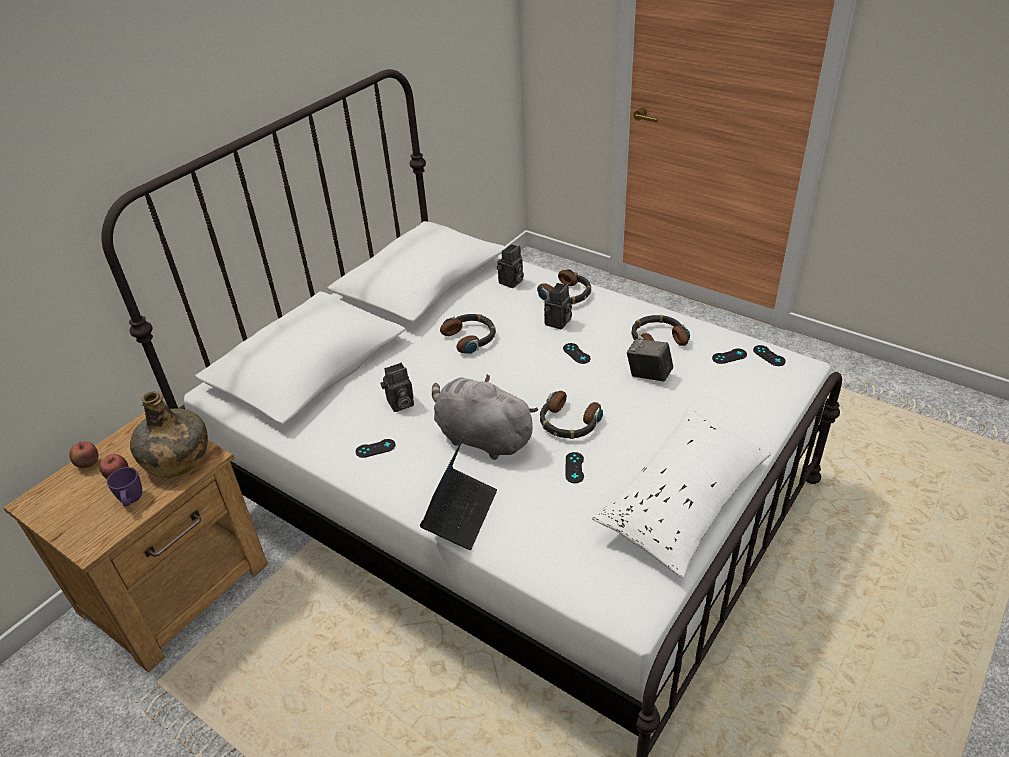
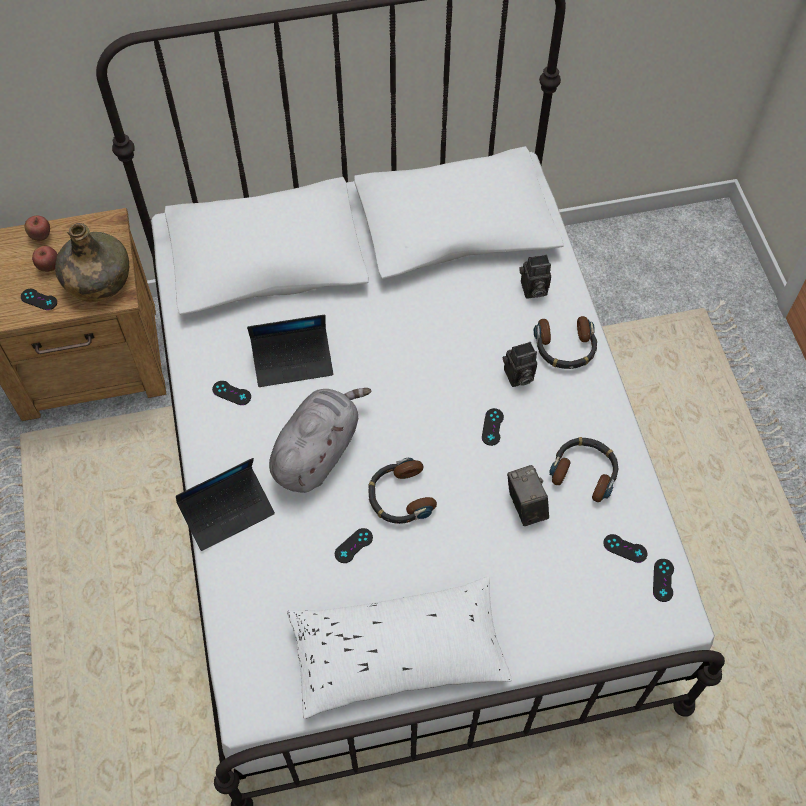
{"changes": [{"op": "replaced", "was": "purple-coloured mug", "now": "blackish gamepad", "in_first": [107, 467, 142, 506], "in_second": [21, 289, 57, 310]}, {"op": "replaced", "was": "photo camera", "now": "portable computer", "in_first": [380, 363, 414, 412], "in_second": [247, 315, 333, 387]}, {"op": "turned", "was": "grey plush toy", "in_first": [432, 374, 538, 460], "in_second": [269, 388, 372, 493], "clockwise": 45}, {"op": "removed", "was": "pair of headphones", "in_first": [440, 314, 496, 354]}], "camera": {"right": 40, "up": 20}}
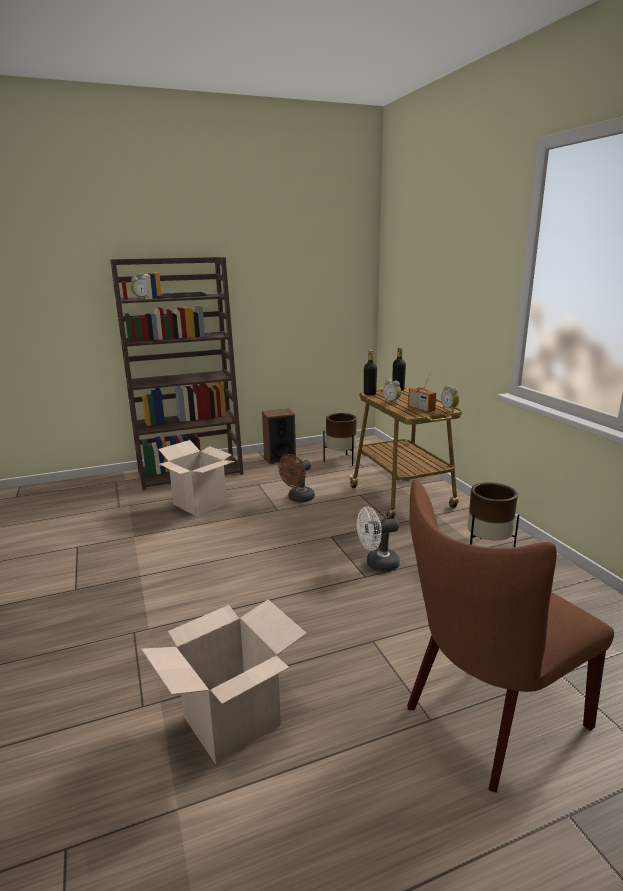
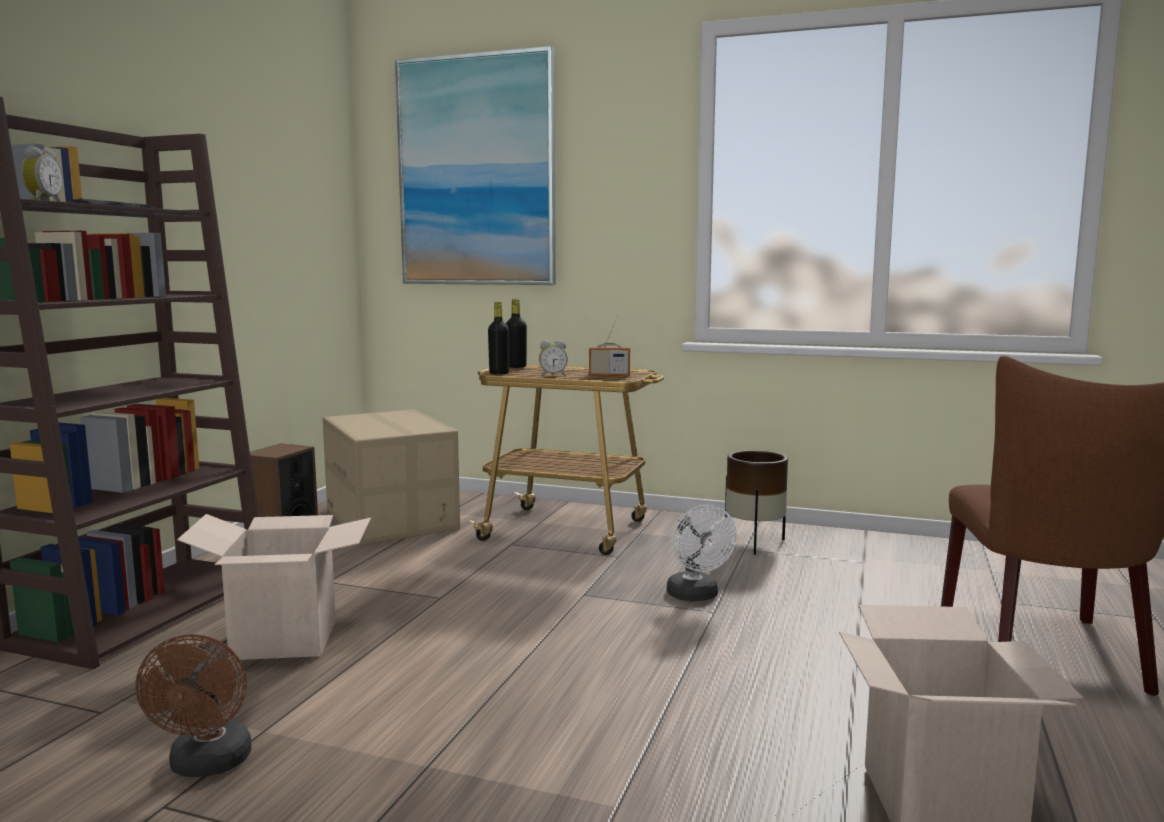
{"changes": [{"op": "moved", "was": "brownish electric fan", "in_first": [278, 454, 315, 503], "in_second": [135, 634, 252, 777]}, {"op": "replaced", "was": "brownish flower pot", "now": "carton", "in_first": [323, 413, 357, 466], "in_second": [323, 409, 460, 545]}, {"op": "turned", "was": "white-coloured electric fan", "in_first": [357, 507, 400, 572], "in_second": [667, 505, 737, 602], "clockwise": -45}, {"op": "removed", "was": "bedside clock", "in_first": [441, 385, 459, 412]}, {"op": "added", "now": "wall art", "in_second": [395, 46, 556, 285]}], "camera": {"right": -50, "up": -10}}
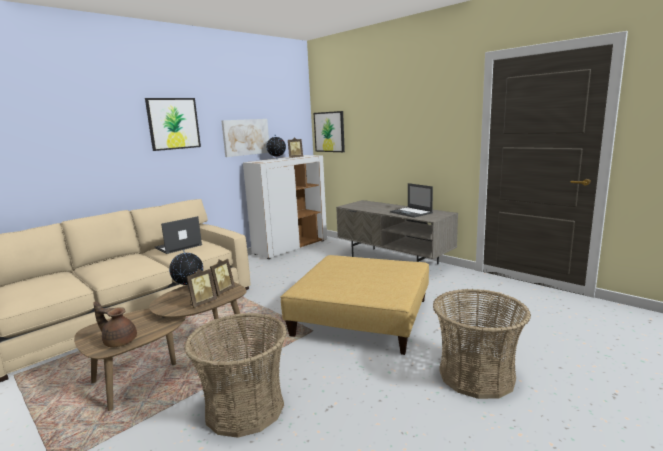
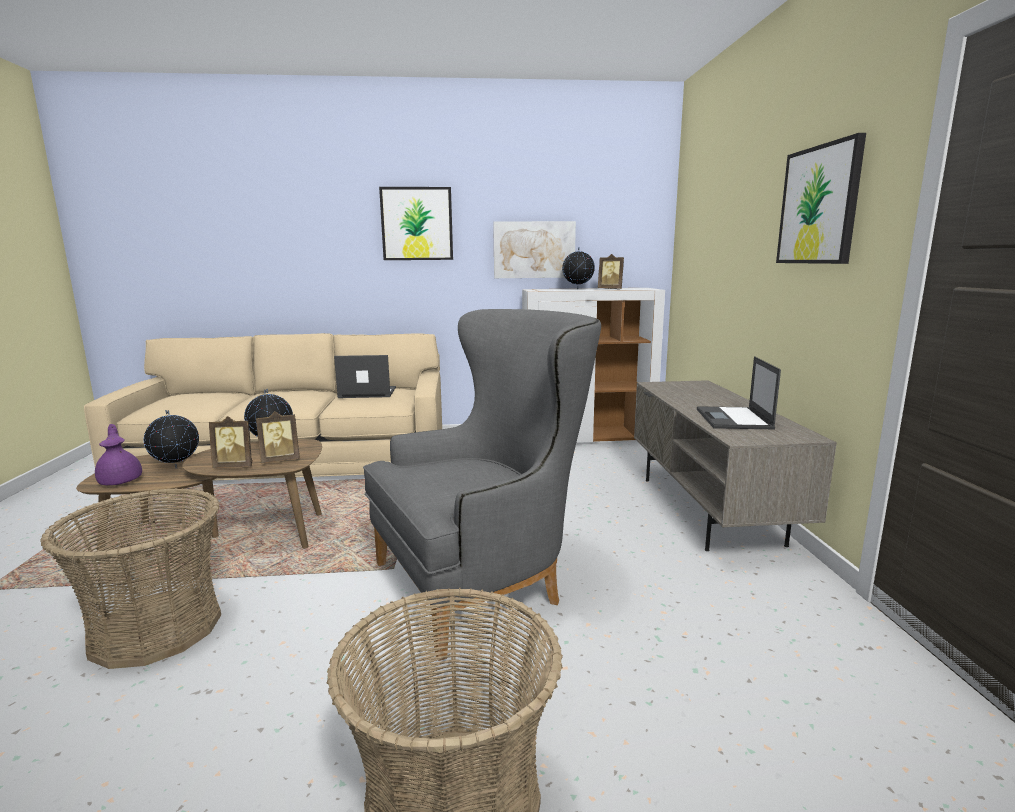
{"changes": [{"op": "recoloured", "was": "brownish tea pot", "now": "purple-coloured tea pot", "in_first": [93, 301, 137, 347], "in_second": [95, 424, 142, 485]}, {"op": "replaced", "was": "beige-coloured footrest", "now": "grey armchair", "in_first": [280, 255, 429, 355], "in_second": [363, 309, 601, 661]}, {"op": "moved", "was": "wall art", "in_first": [314, 111, 345, 152], "in_second": [776, 133, 866, 264]}, {"op": "added", "now": "globe", "in_second": [144, 410, 199, 469]}], "camera": {"right": 40, "up": 0}}
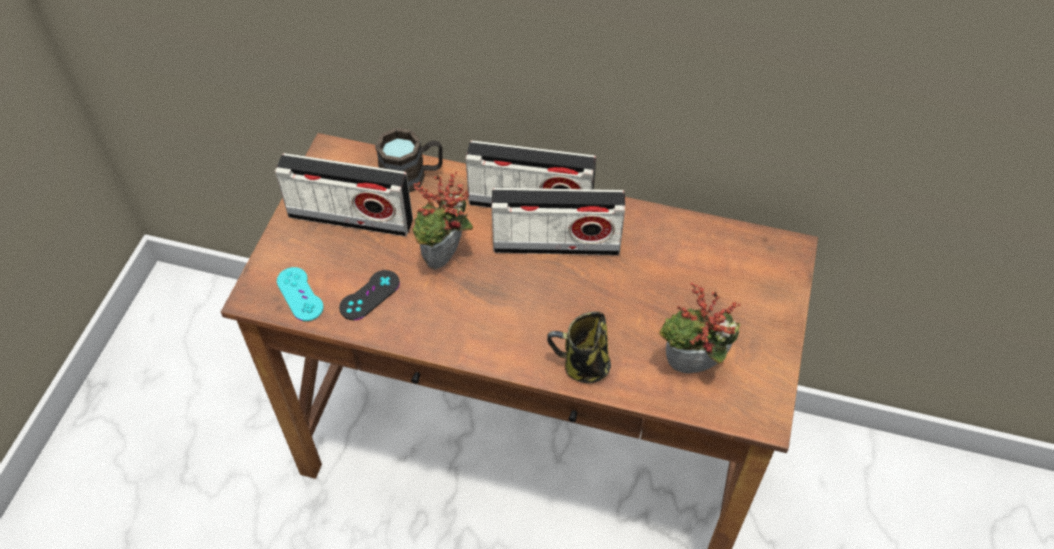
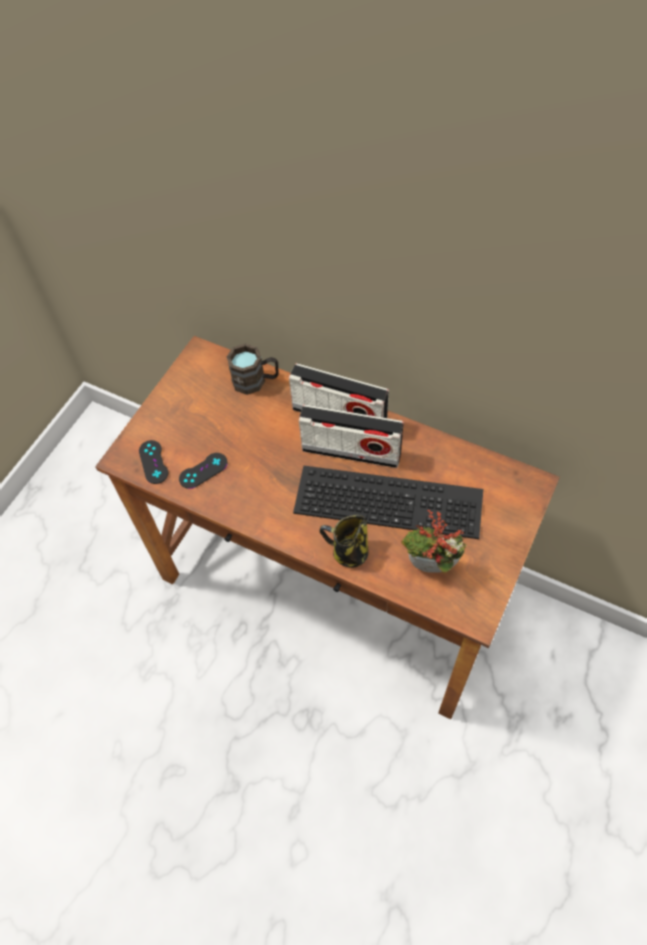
{"changes": [{"op": "removed", "was": "radio set", "in_first": [275, 153, 413, 237]}, {"op": "recoloured", "was": "turquoise gamepad", "now": "blackish gamepad", "in_first": [277, 267, 324, 321], "in_second": [139, 440, 168, 484]}, {"op": "removed", "was": "houseplant", "in_first": [412, 171, 473, 270]}, {"op": "added", "now": "PC keyboard", "in_second": [293, 466, 483, 539]}], "camera": {"right": 15, "up": 5}}
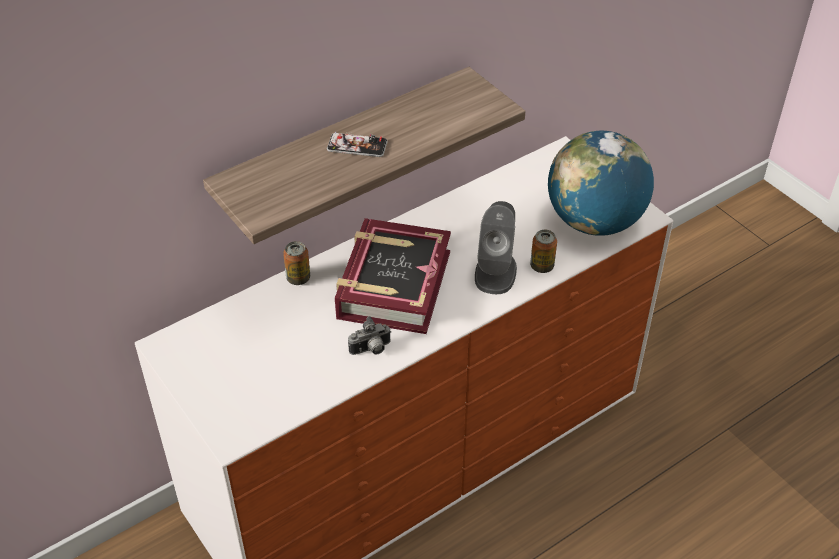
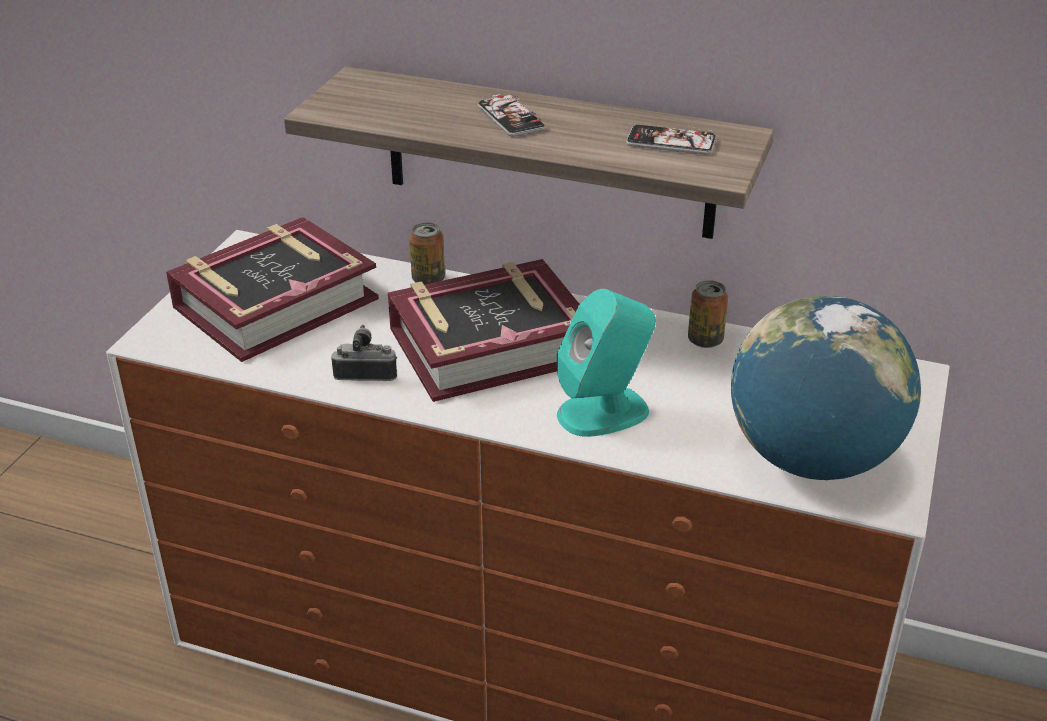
{"changes": [{"op": "turned", "was": "photo camera", "in_first": [348, 316, 391, 355], "in_second": [332, 325, 397, 381], "clockwise": 150}, {"op": "recoloured", "was": "grey speaker", "now": "turquoise speaker", "in_first": [475, 201, 517, 294], "in_second": [557, 289, 656, 437]}, {"op": "moved", "was": "can", "in_first": [530, 230, 557, 273], "in_second": [688, 280, 728, 348]}, {"op": "added", "now": "bound book", "in_second": [166, 217, 379, 362]}, {"op": "added", "now": "handset", "in_second": [626, 123, 716, 155]}], "camera": {"right": 55, "up": -10}}
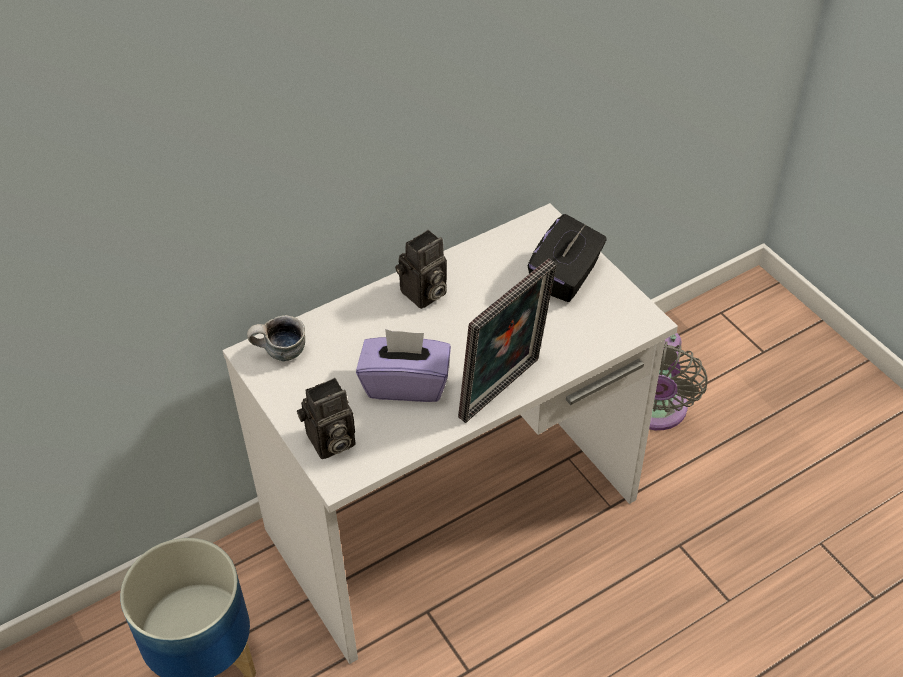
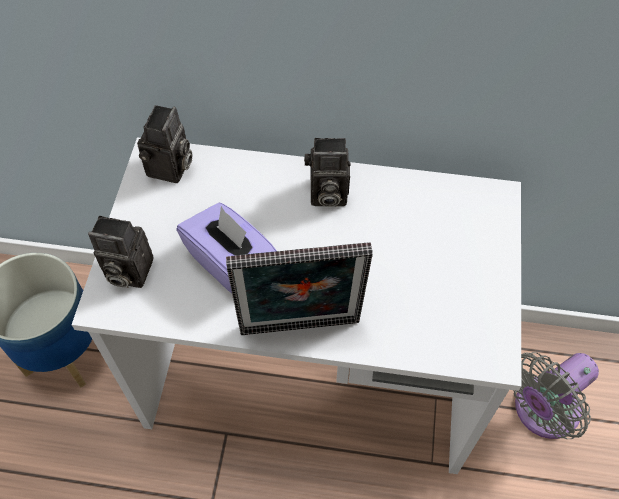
{"changes": [{"op": "replaced", "was": "mug", "now": "photo camera", "in_first": [247, 315, 305, 361], "in_second": [137, 105, 192, 183]}, {"op": "removed", "was": "blackish tissue box", "in_first": [528, 214, 607, 302]}], "camera": {"right": 40, "up": 10}}
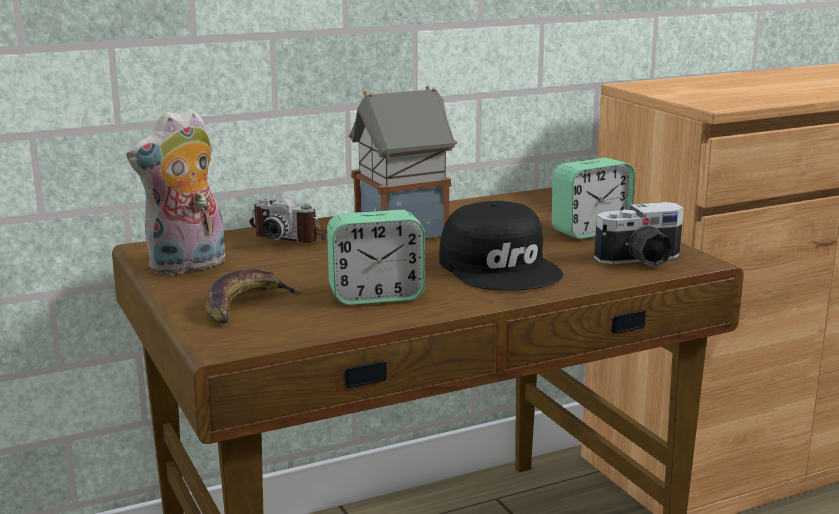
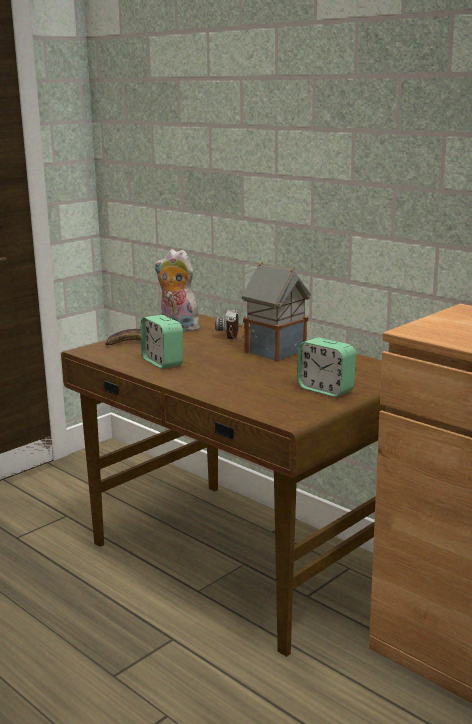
{"changes": [{"op": "removed", "was": "blackish baseball cap", "in_first": [439, 201, 563, 291]}, {"op": "removed", "was": "photo camera", "in_first": [594, 202, 684, 267]}], "camera": {"right": 70, "up": 0}}
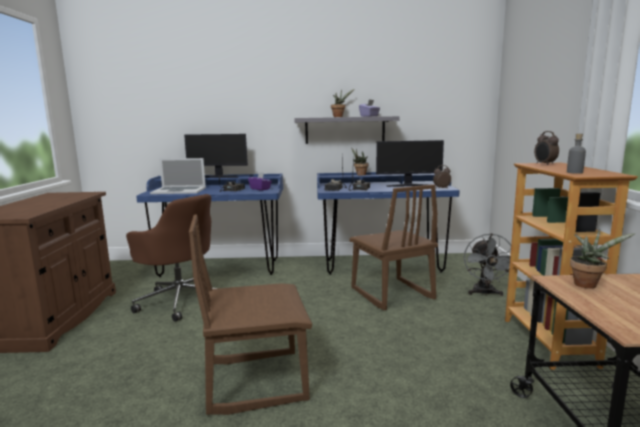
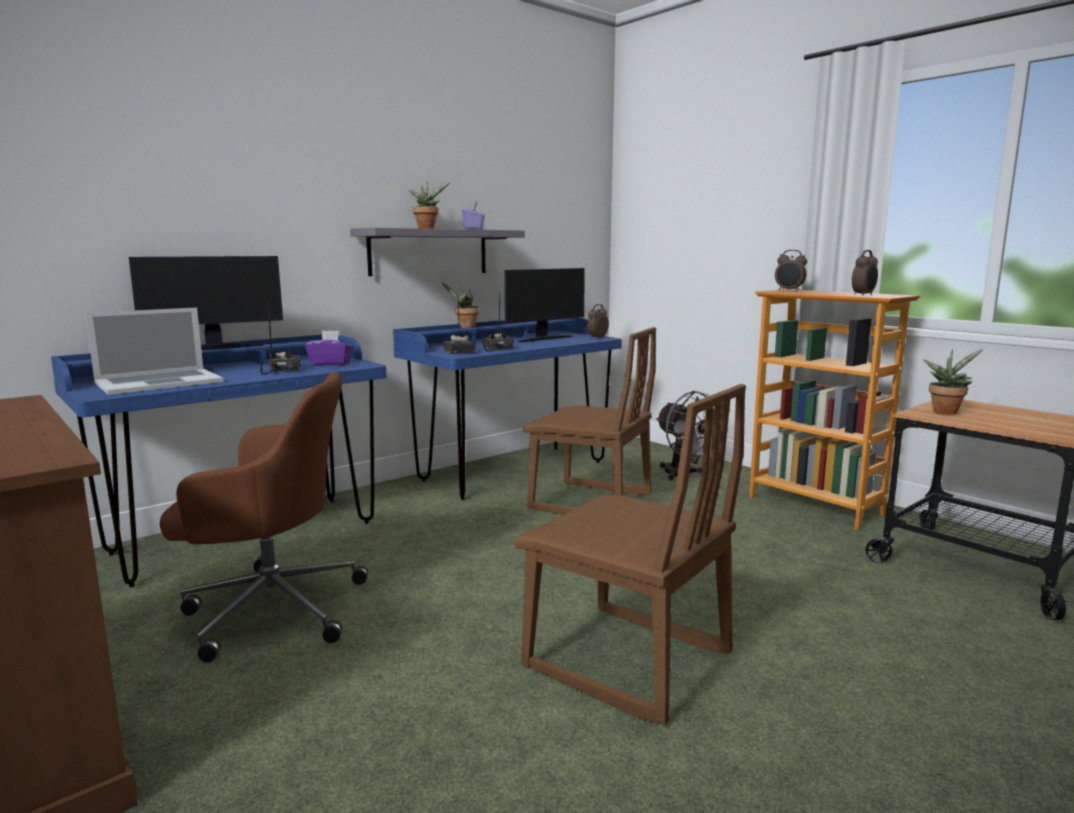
{"changes": [{"op": "turned", "was": "brownish chair", "in_first": [189, 214, 312, 415], "in_second": [514, 384, 746, 725], "clockwise": -90}, {"op": "replaced", "was": "grey bottle", "now": "bedside clock", "in_first": [567, 134, 586, 174], "in_second": [852, 250, 878, 296]}], "camera": {"right": -40, "up": 0}}
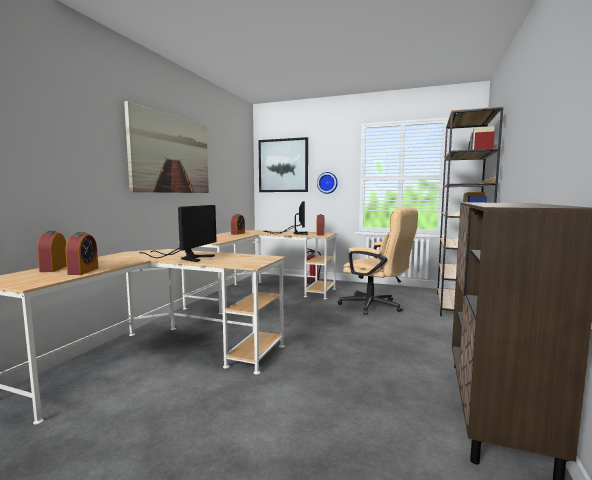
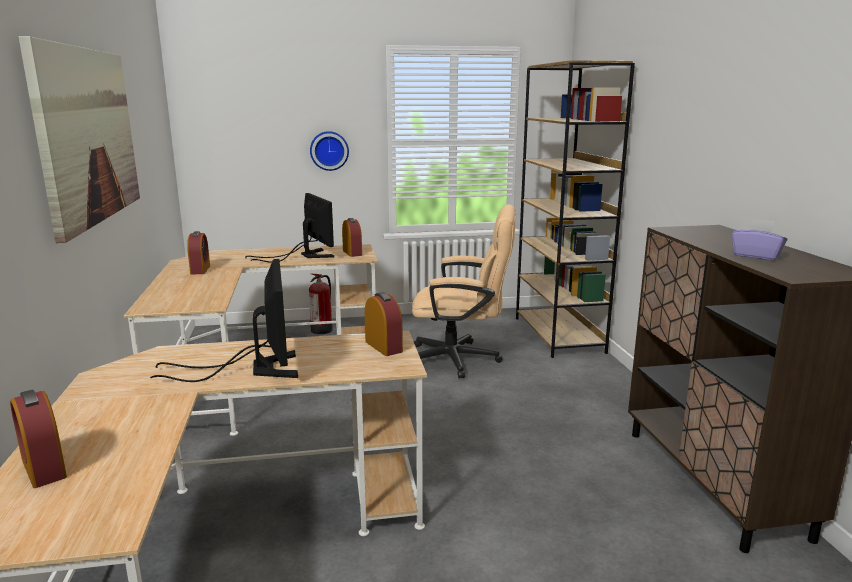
{"changes": [{"op": "moved", "was": "bedside clock", "in_first": [66, 232, 98, 275], "in_second": [365, 292, 403, 356]}, {"op": "removed", "was": "wall art", "in_first": [258, 137, 308, 192]}, {"op": "added", "now": "purple-coloured tissue box", "in_second": [732, 219, 787, 260]}], "camera": {"right": -30, "up": 10}}
